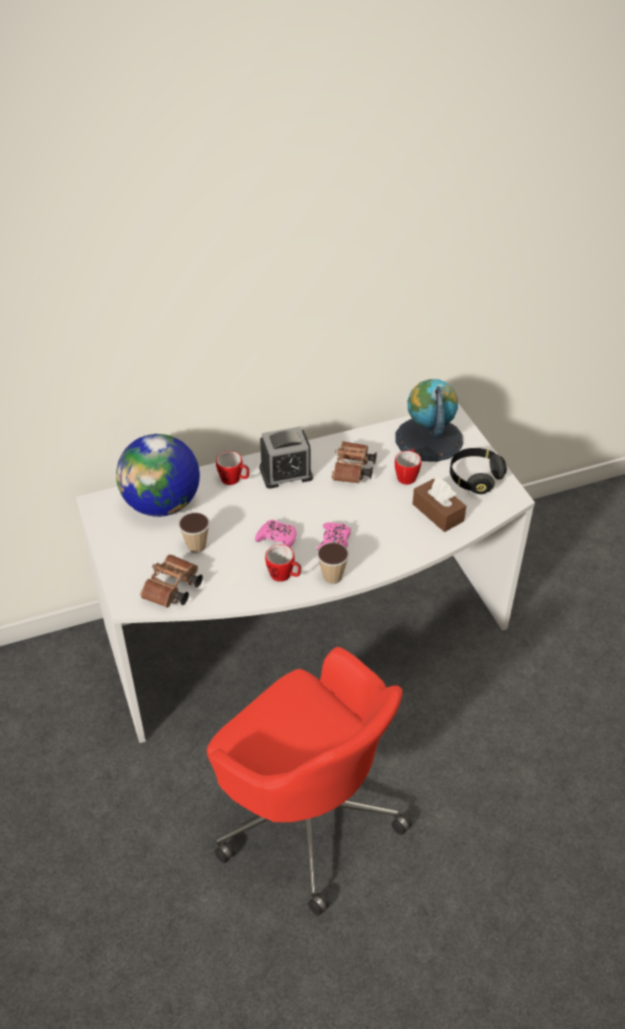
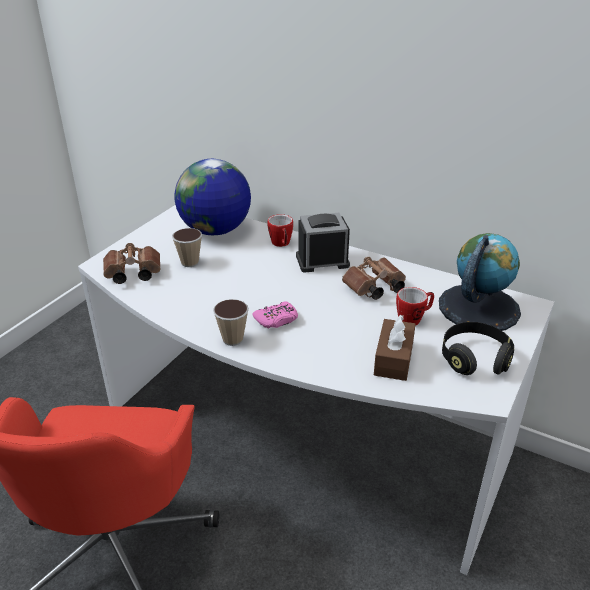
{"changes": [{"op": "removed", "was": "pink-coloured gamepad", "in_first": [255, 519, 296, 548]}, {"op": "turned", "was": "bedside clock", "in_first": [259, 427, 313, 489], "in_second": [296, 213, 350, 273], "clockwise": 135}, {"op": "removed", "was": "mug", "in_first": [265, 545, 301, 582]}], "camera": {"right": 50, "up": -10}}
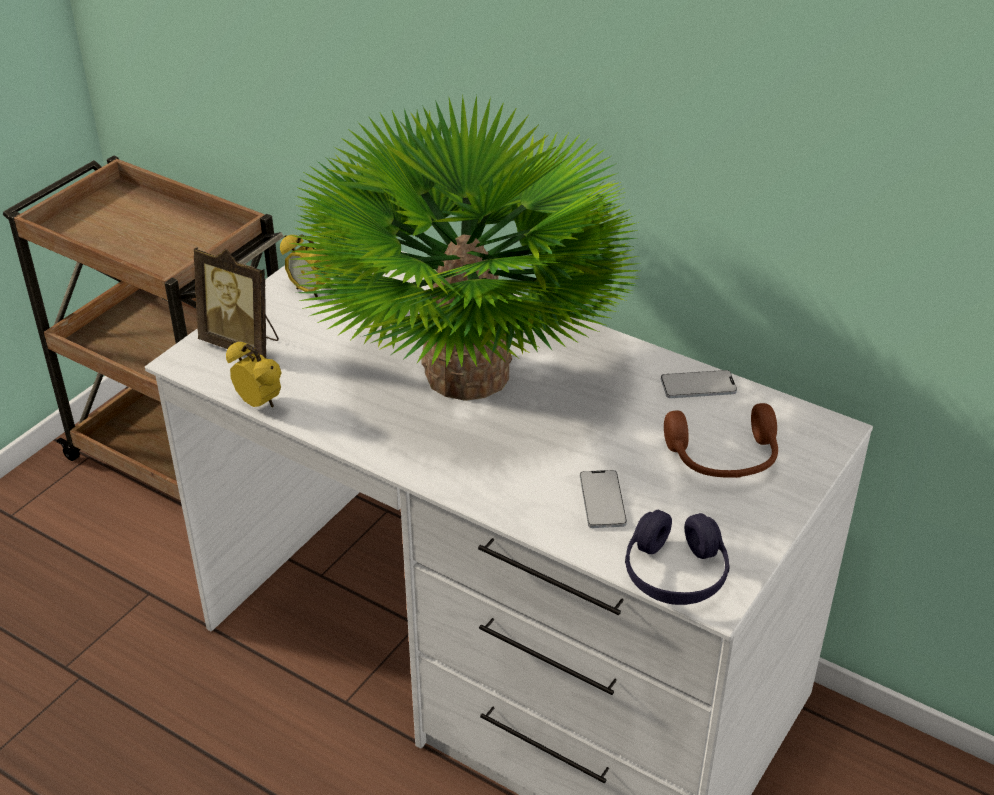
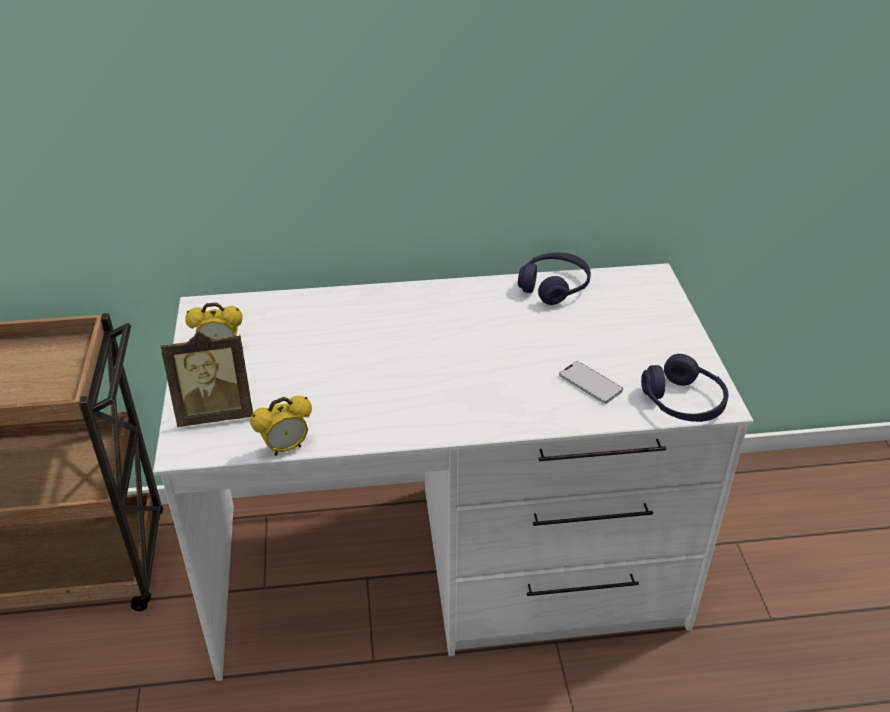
{"changes": [{"op": "turned", "was": "bedside clock", "in_first": [226, 342, 282, 407], "in_second": [250, 396, 312, 456], "clockwise": 150}, {"op": "removed", "was": "houseplant", "in_first": [290, 95, 642, 401]}, {"op": "replaced", "was": "handset", "now": "purple-coloured pair of headphones", "in_first": [661, 370, 737, 398], "in_second": [518, 253, 591, 305]}, {"op": "removed", "was": "brownish pair of headphones", "in_first": [664, 403, 778, 478]}], "camera": {"right": -40, "up": 0}}
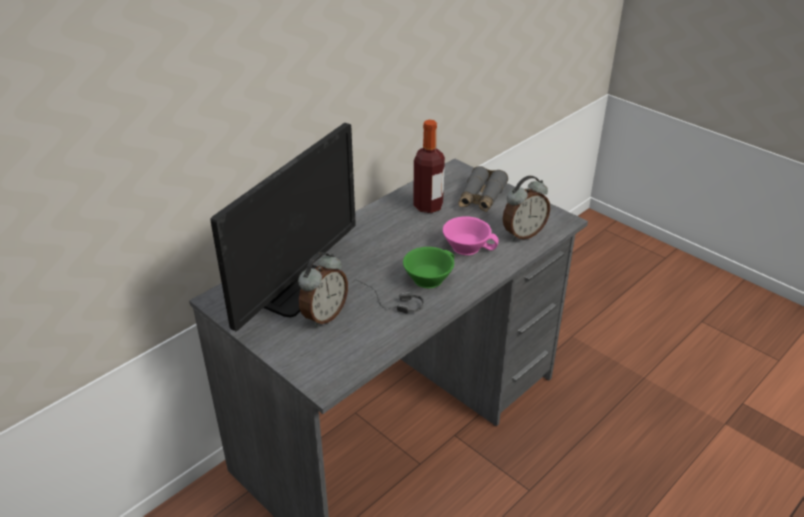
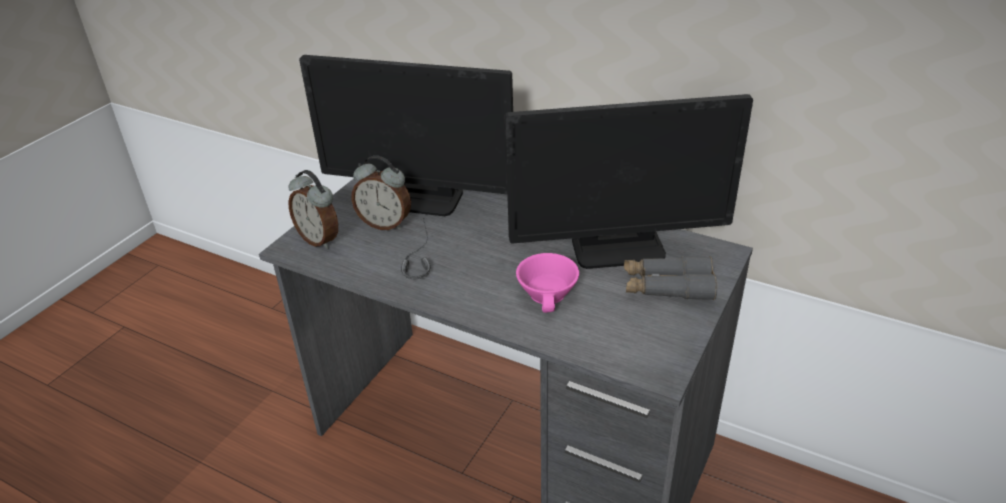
{"changes": [{"op": "removed", "was": "green cup", "in_first": [403, 247, 455, 289]}, {"op": "replaced", "was": "bottle", "now": "computer screen", "in_first": [413, 120, 445, 213], "in_second": [505, 94, 753, 269]}, {"op": "moved", "was": "bedside clock", "in_first": [503, 176, 550, 241], "in_second": [288, 170, 338, 249]}], "camera": {"right": 75, "up": 0}}
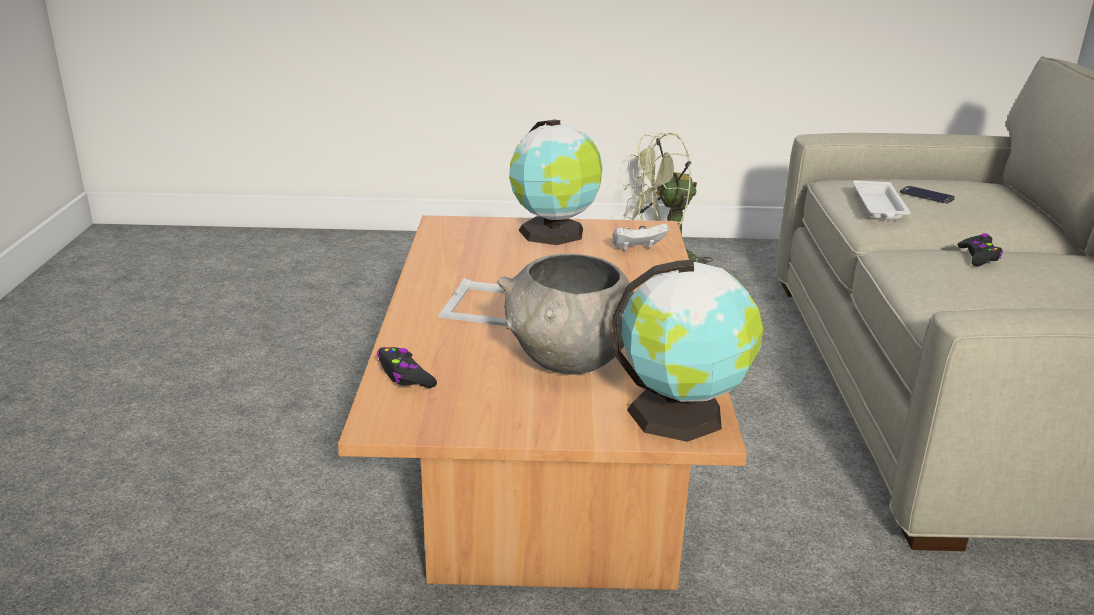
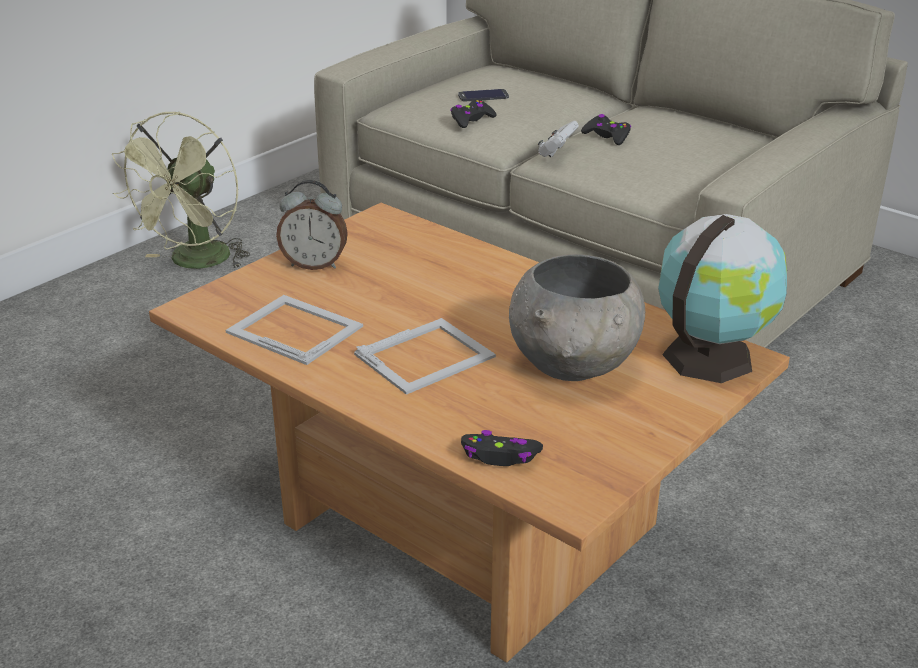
{"changes": [{"op": "replaced", "was": "globe", "now": "bedside clock", "in_first": [509, 119, 603, 245], "in_second": [276, 180, 348, 270]}, {"op": "moved", "was": "white-coloured gamepad", "in_first": [613, 223, 669, 251], "in_second": [538, 121, 579, 157]}, {"op": "replaced", "was": "white-coloured serving tray", "now": "blackish gamepad", "in_first": [853, 180, 911, 219], "in_second": [450, 99, 497, 128]}, {"op": "added", "now": "picture frame", "in_second": [226, 295, 363, 365]}], "camera": {"right": -50, "up": 5}}
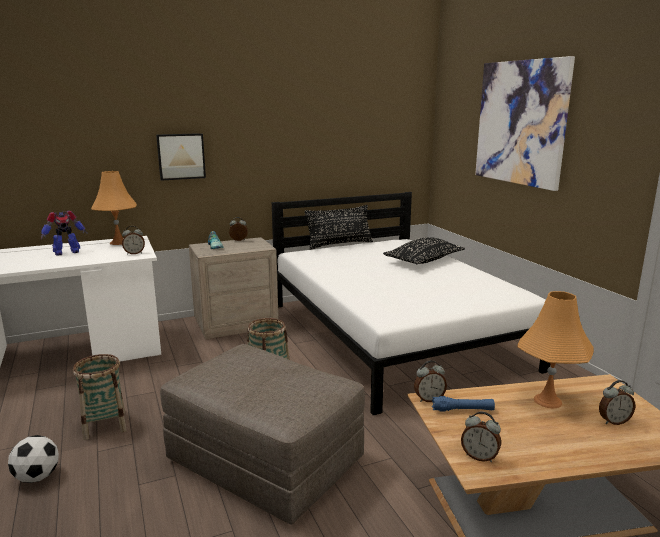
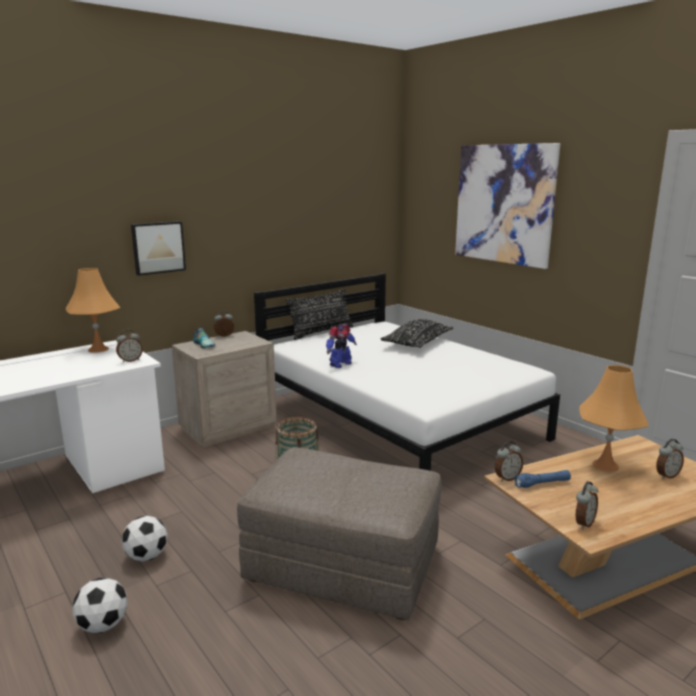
{"changes": [{"op": "moved", "was": "robot figure", "in_first": [41, 211, 88, 256], "in_second": [326, 324, 357, 368]}, {"op": "replaced", "was": "basket", "now": "ball for football", "in_first": [73, 354, 127, 440], "in_second": [122, 516, 168, 561]}, {"op": "turned", "was": "bedside clock", "in_first": [461, 412, 501, 462], "in_second": [576, 481, 598, 529], "clockwise": -60}], "camera": {"right": -15, "up": 0}}
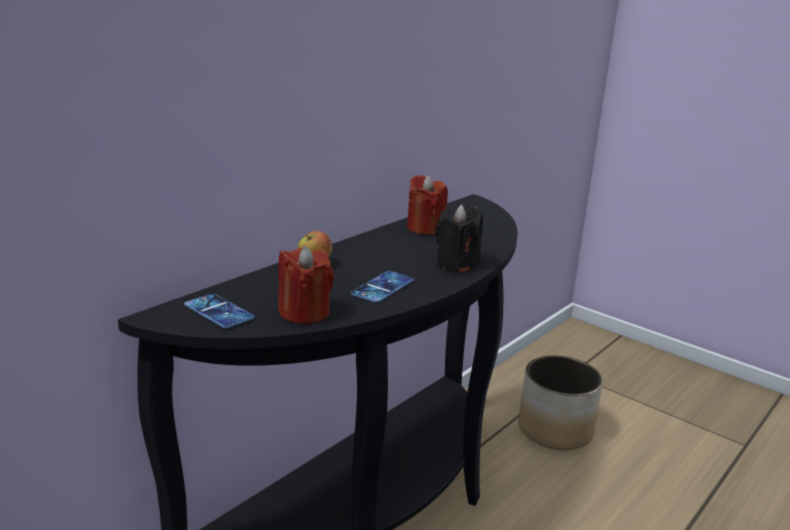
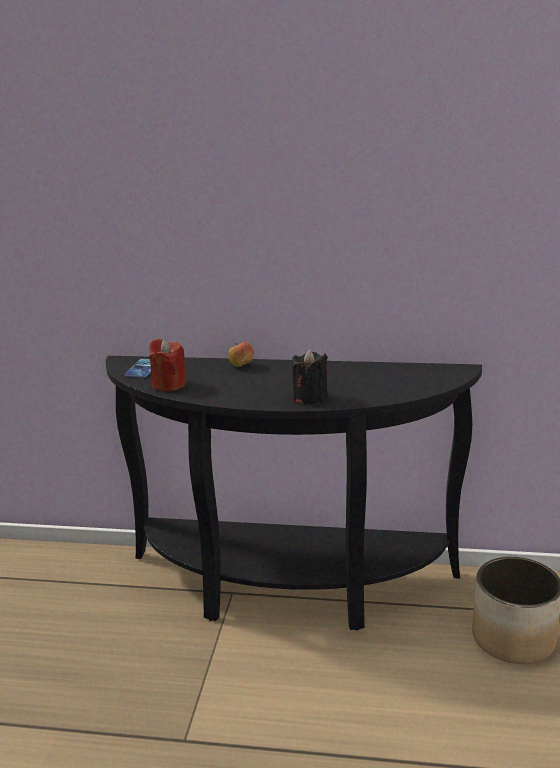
{"changes": [{"op": "removed", "was": "handset", "in_first": [351, 271, 414, 303]}, {"op": "removed", "was": "red-coloured wax candle", "in_first": [407, 175, 448, 235]}], "camera": {"right": 60, "up": 0}}
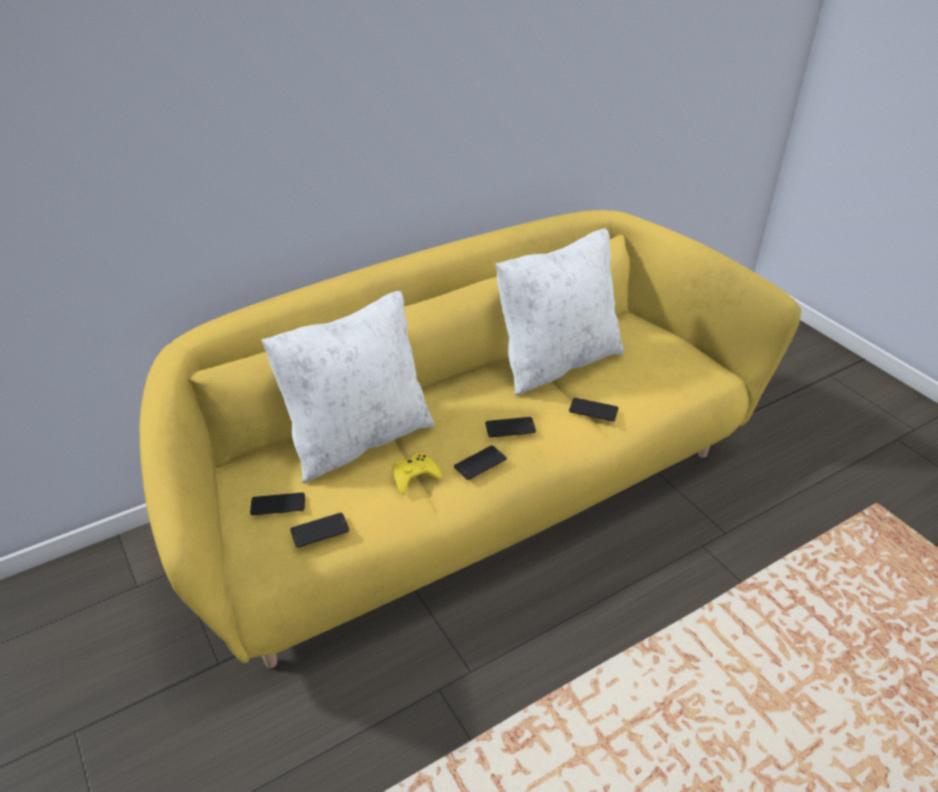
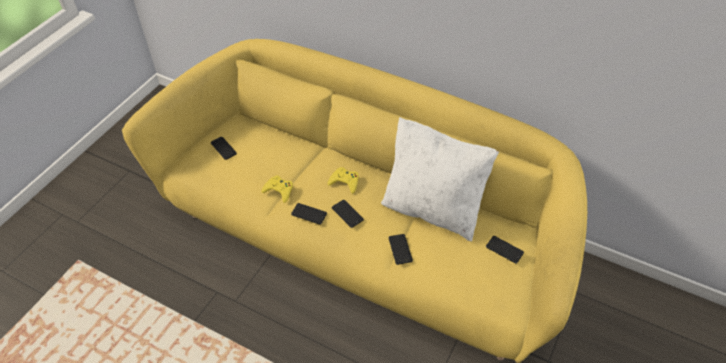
{"changes": [{"op": "removed", "was": "white-coloured pillow", "in_first": [261, 291, 434, 482]}, {"op": "moved", "was": "handset", "in_first": [290, 513, 350, 548], "in_second": [486, 236, 524, 264]}, {"op": "added", "now": "yellow gamepad", "in_second": [328, 167, 359, 194]}], "camera": {"right": 60, "up": 10}}
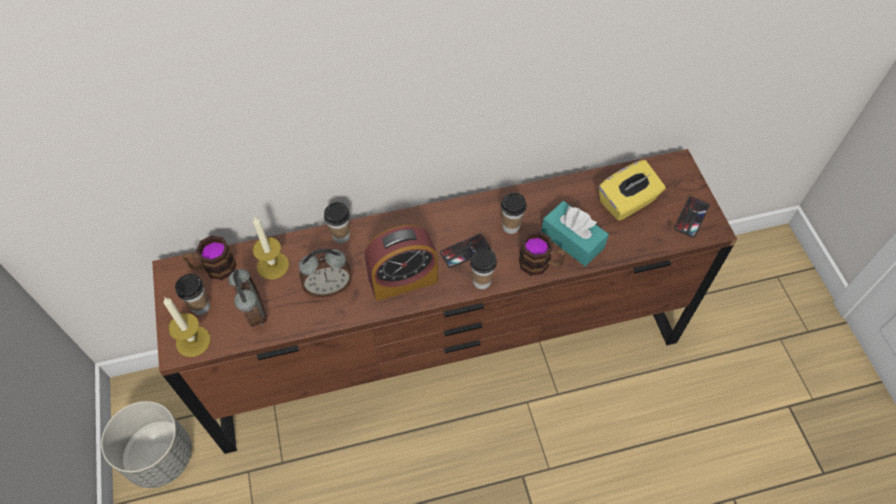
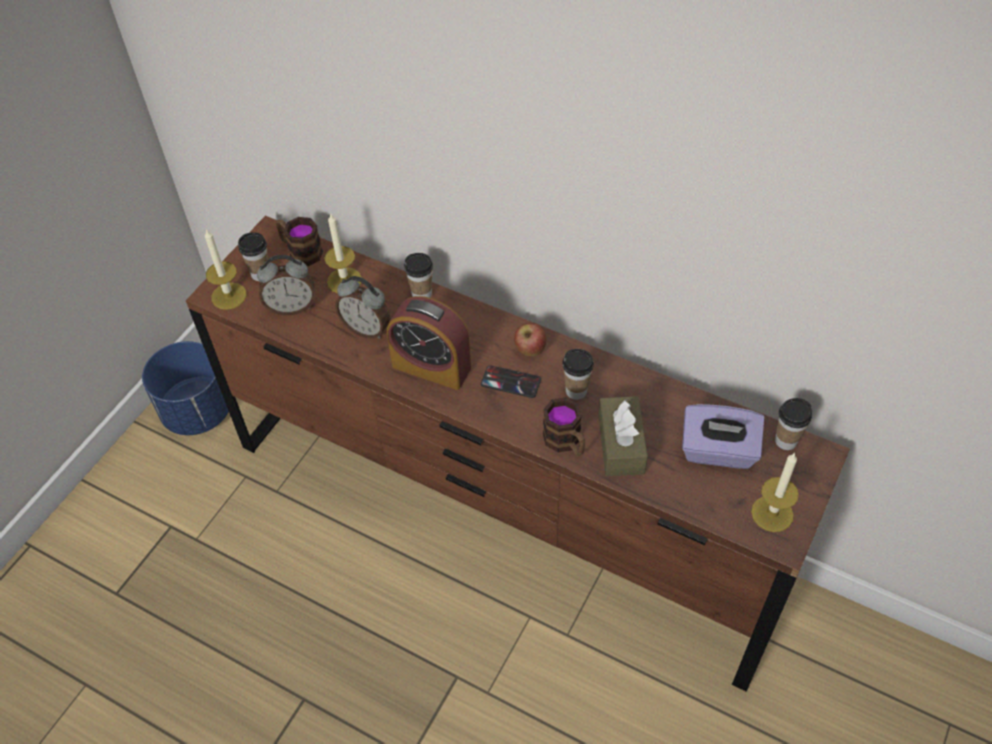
{"changes": [{"op": "recoloured", "was": "grey flower pot", "now": "blue flower pot", "in_first": [101, 401, 192, 488], "in_second": [142, 341, 229, 435]}, {"op": "turned", "was": "bedside clock", "in_first": [228, 269, 267, 327], "in_second": [257, 255, 315, 315], "clockwise": 60}, {"op": "moved", "was": "cup", "in_first": [470, 247, 497, 289], "in_second": [775, 398, 812, 450]}, {"op": "recoloured", "was": "turquoise tissue box", "now": "brownish tissue box", "in_first": [541, 201, 609, 266], "in_second": [598, 396, 648, 476]}, {"op": "recoloured", "was": "yellow tissue box", "now": "purple-coloured tissue box", "in_first": [599, 160, 665, 221], "in_second": [682, 404, 764, 469]}, {"op": "replaced", "was": "handset", "now": "wax candle", "in_first": [674, 196, 710, 237], "in_second": [751, 452, 799, 532]}, {"op": "added", "now": "apple fruit", "in_second": [514, 323, 547, 356]}], "camera": {"right": 45, "up": -5}}
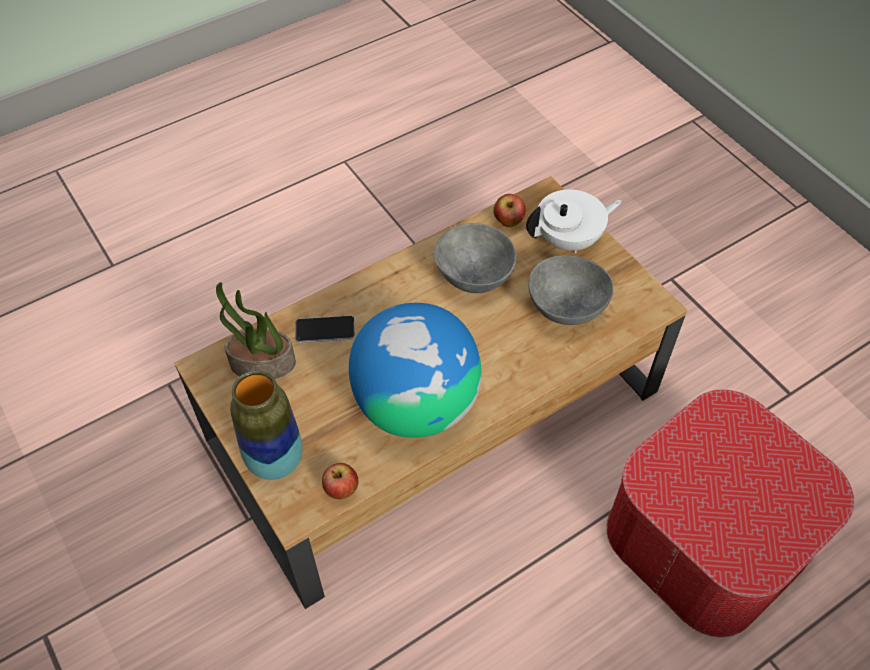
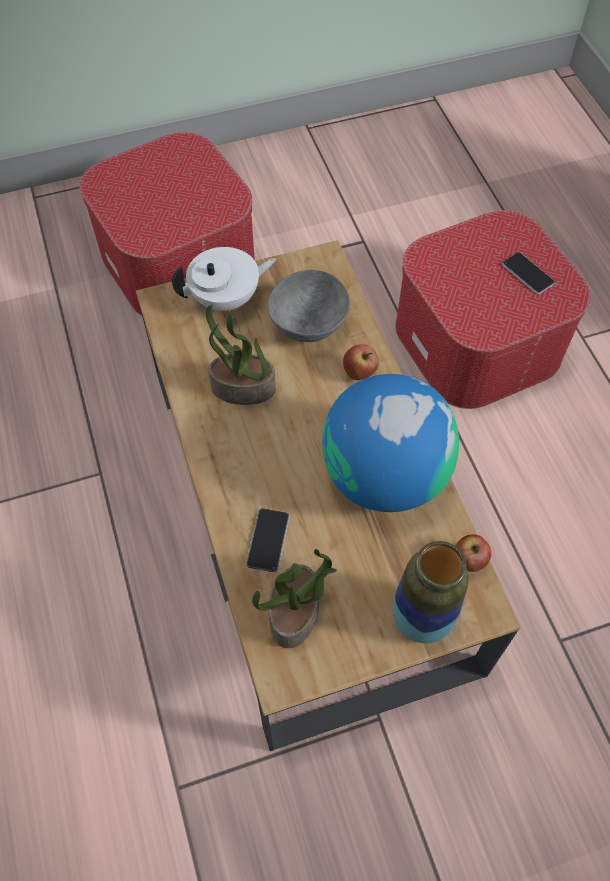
{"changes": [{"op": "replaced", "was": "grey serving bowl", "now": "houseplant", "in_first": [434, 223, 517, 293], "in_second": [206, 304, 276, 405]}, {"op": "moved", "was": "apple fruit", "in_first": [493, 194, 526, 227], "in_second": [343, 344, 378, 380]}, {"op": "turned", "was": "white-coloured tea pot", "in_first": [526, 190, 623, 253], "in_second": [172, 247, 277, 313], "clockwise": 75}, {"op": "added", "now": "footrest", "in_second": [80, 132, 255, 316]}, {"op": "added", "now": "handset", "in_second": [502, 252, 555, 294]}], "camera": {"right": -75, "up": 5}}
